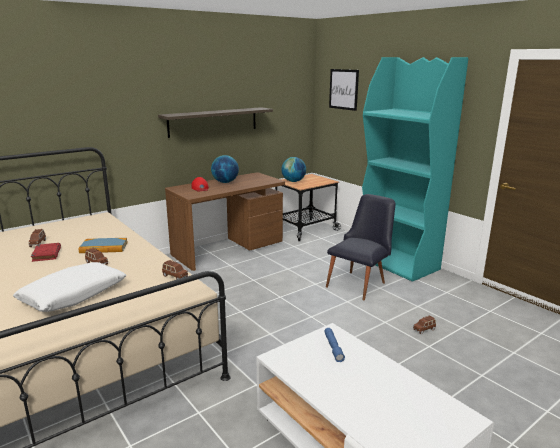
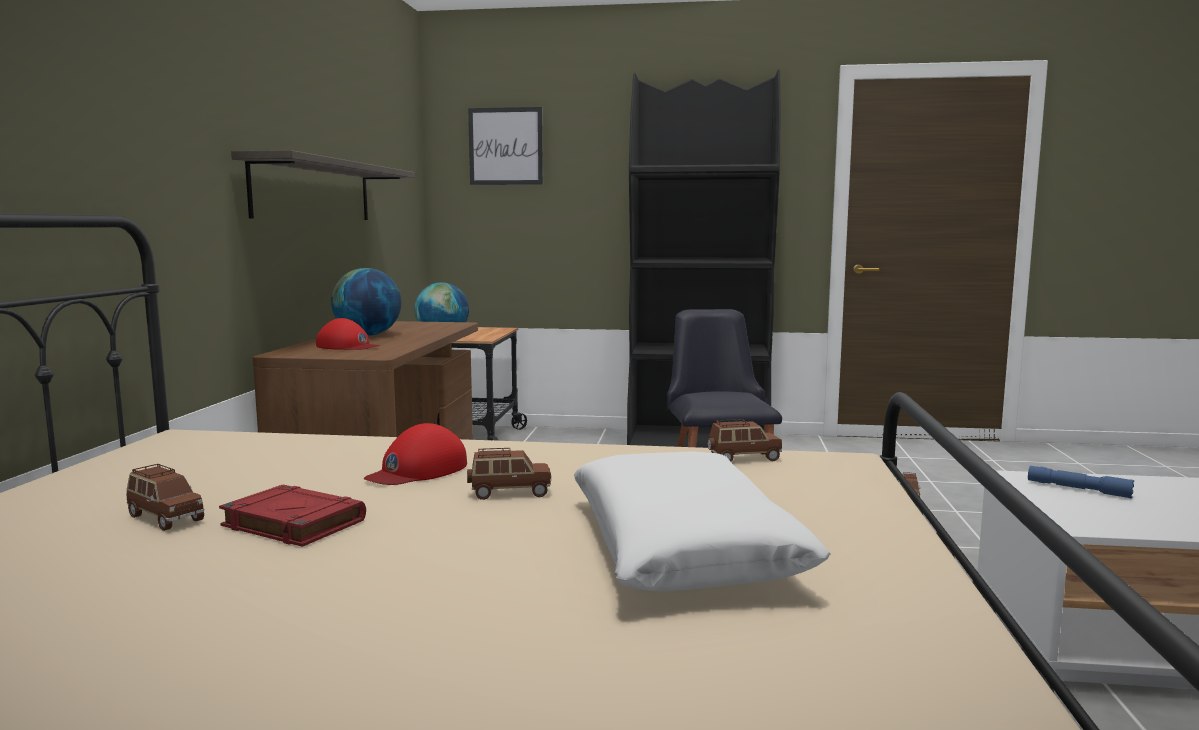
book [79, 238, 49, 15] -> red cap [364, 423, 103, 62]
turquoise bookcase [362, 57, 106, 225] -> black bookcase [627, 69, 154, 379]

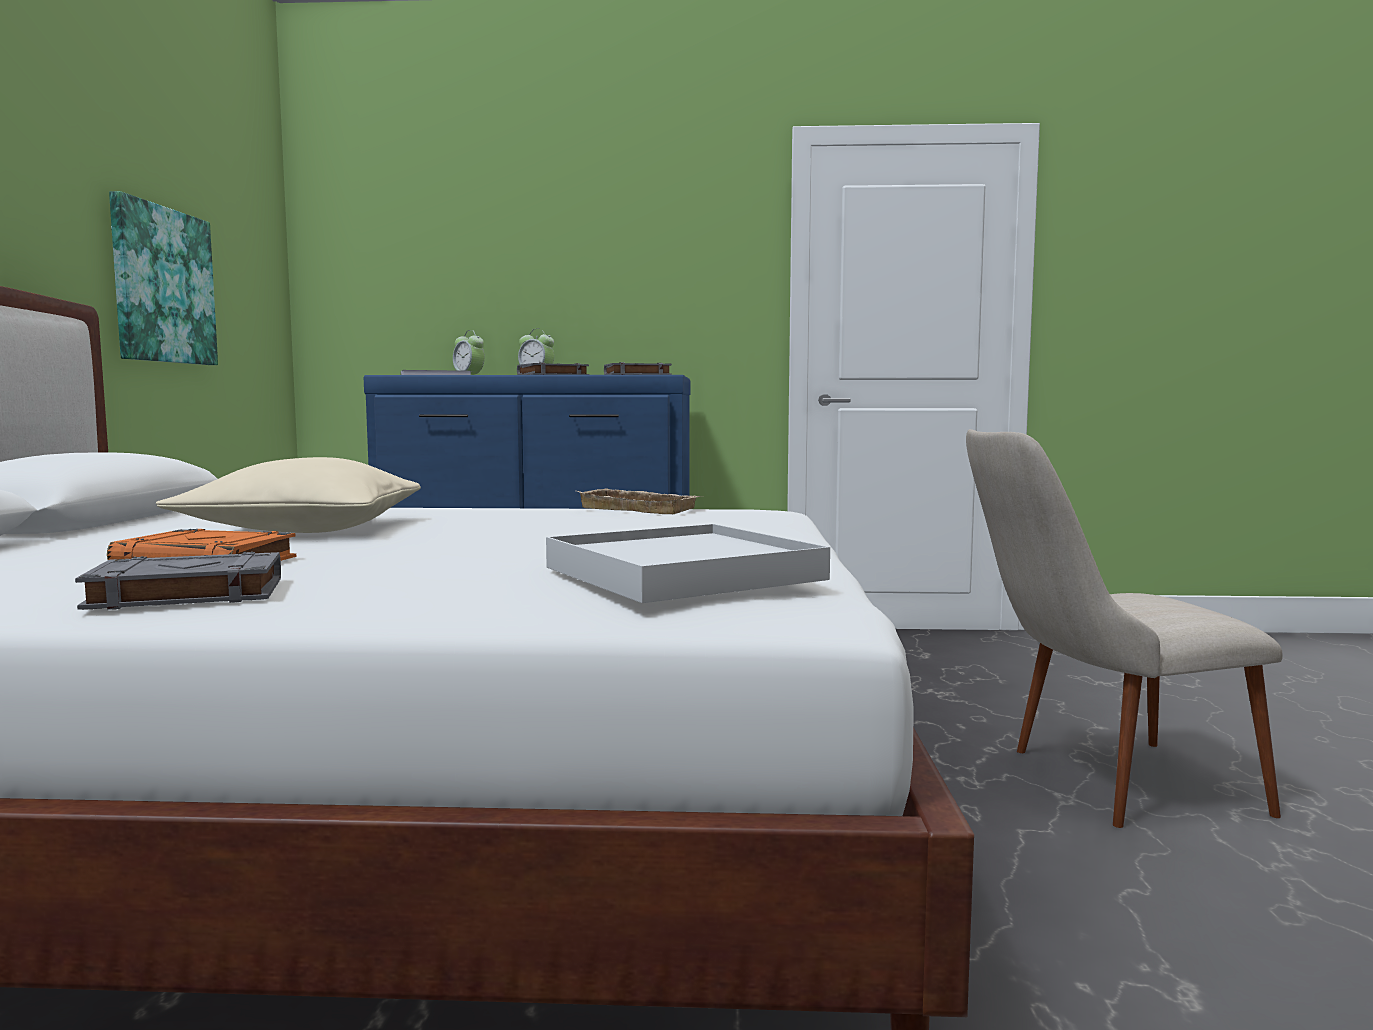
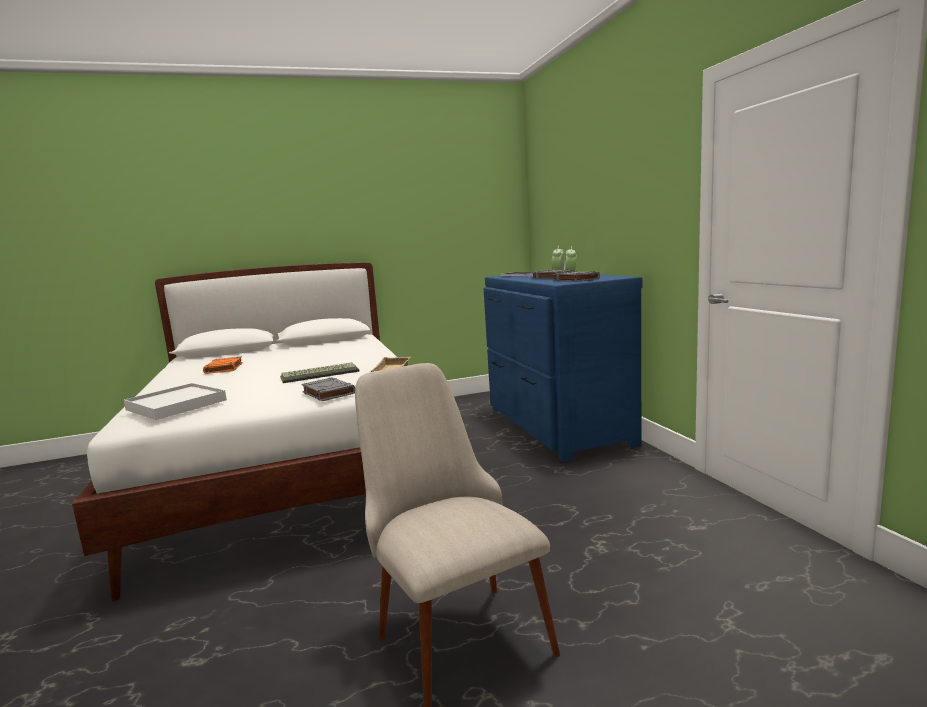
grey book [75, 552, 206, 58] -> grey book [302, 377, 53, 24], move
picture [109, 191, 109, 174] -> none
beige pillow [156, 457, 265, 76] -> none
none -> keyboard [280, 362, 80, 21]

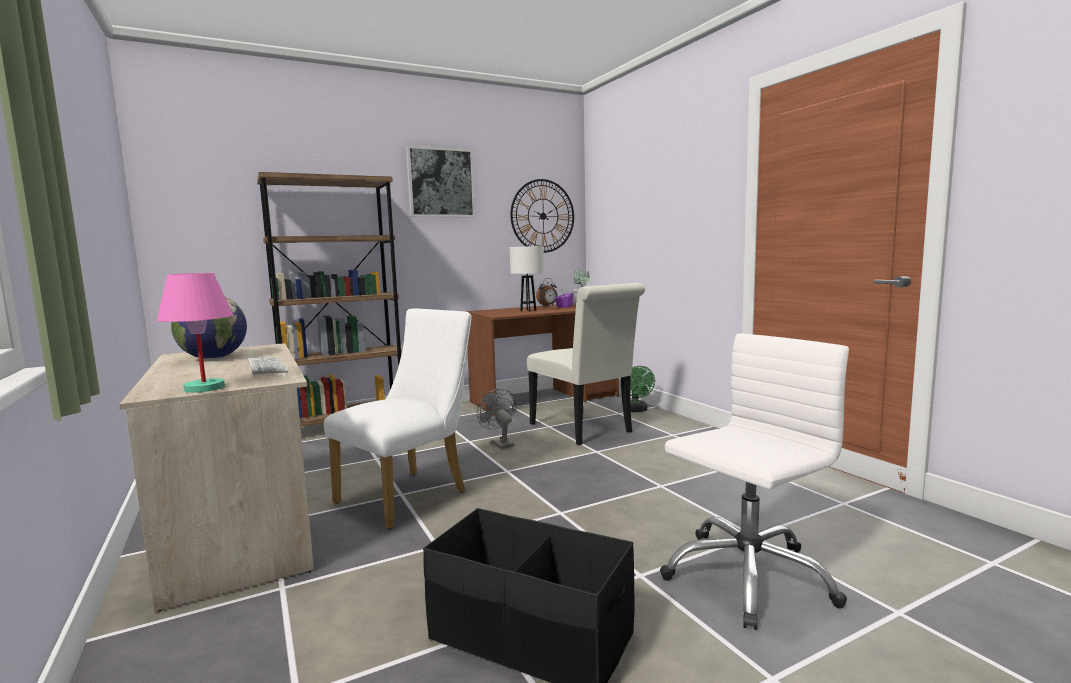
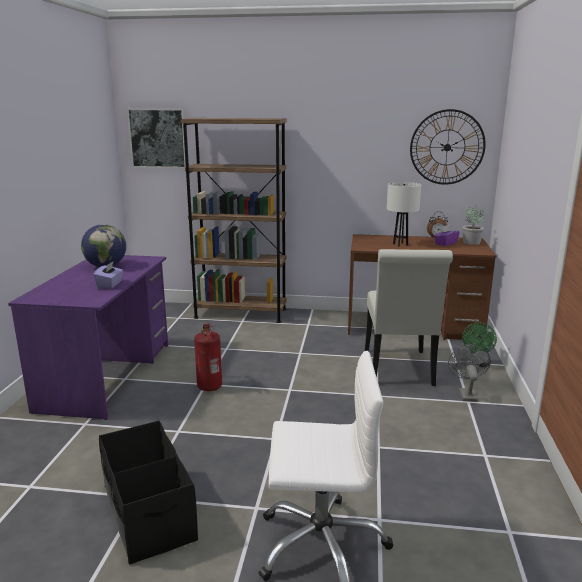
beige desk [119, 343, 195, 268] -> purple desk [8, 255, 160, 165]
pink table lamp [157, 273, 76, 120] -> none
keyboard [248, 357, 40, 18] -> purple tissue box [93, 261, 30, 28]
white chair [324, 308, 148, 221] -> fire extinguisher [194, 323, 28, 68]
picture [406, 145, 70, 72] -> picture [126, 108, 60, 61], move
grey fan [477, 389, 39, 60] -> grey fan [448, 345, 43, 57], move

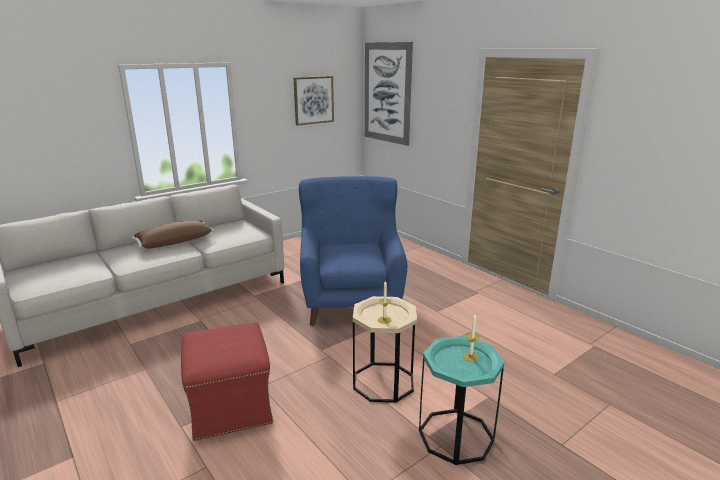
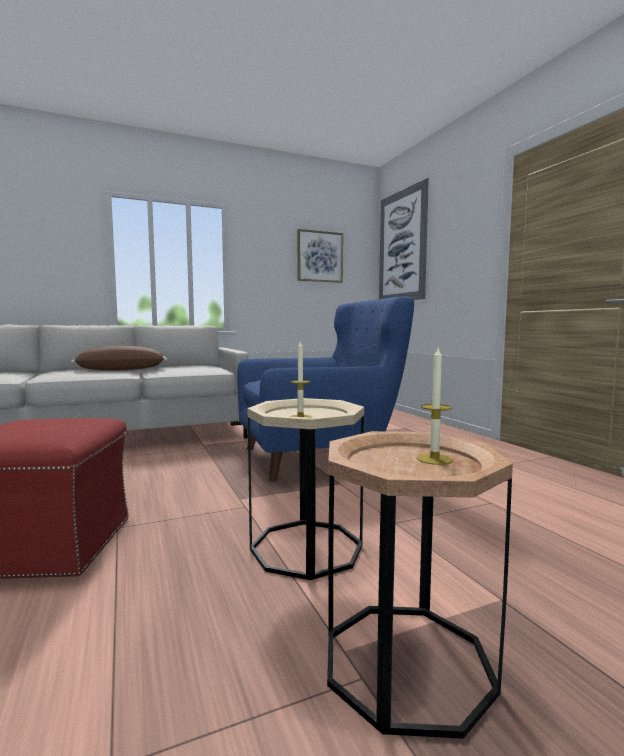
blue armchair [299, 176, 108, 150] -> blue armchair [237, 296, 177, 185], 60 degrees clockwise
turquoise side table [419, 336, 85, 129] -> brown side table [327, 431, 186, 308]

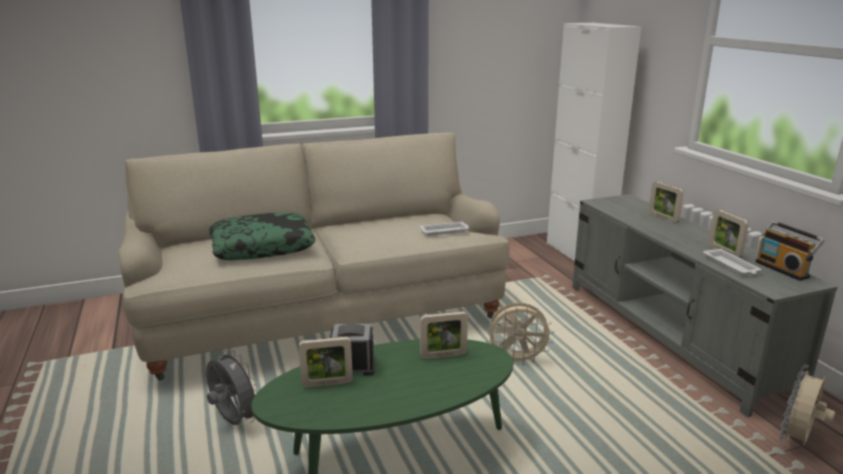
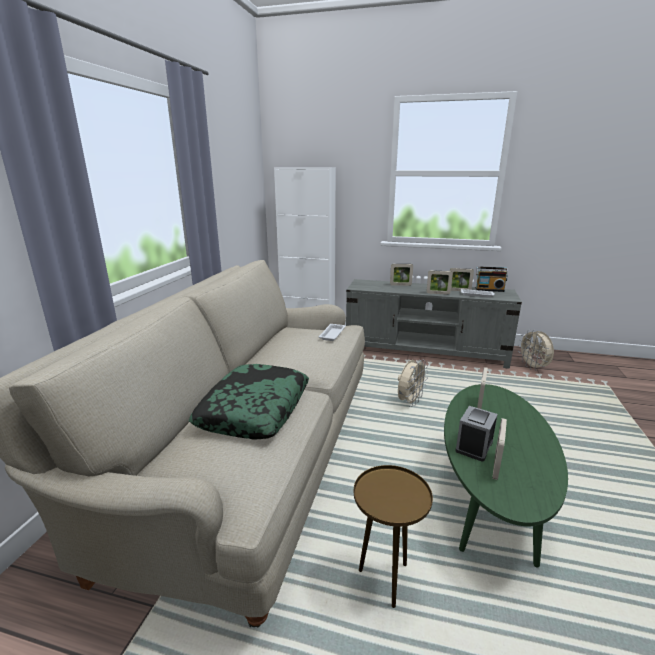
grey fan [206, 349, 52, 76] -> brown side table [354, 465, 79, 143]
none -> picture frame [427, 270, 25, 25]

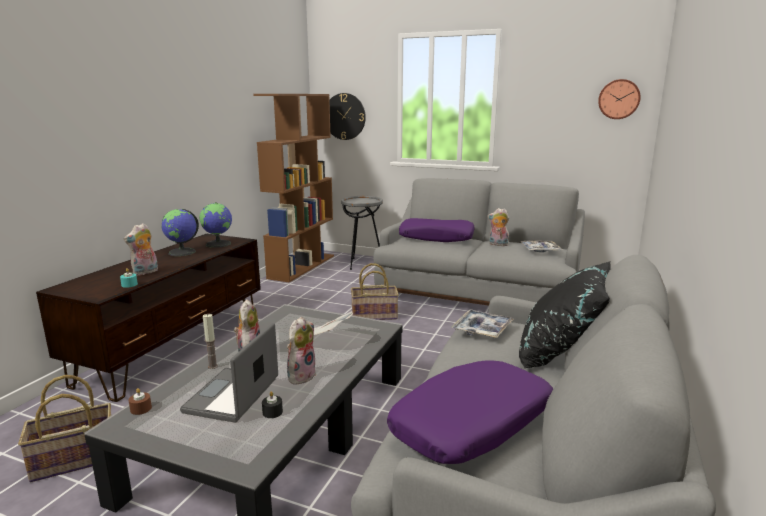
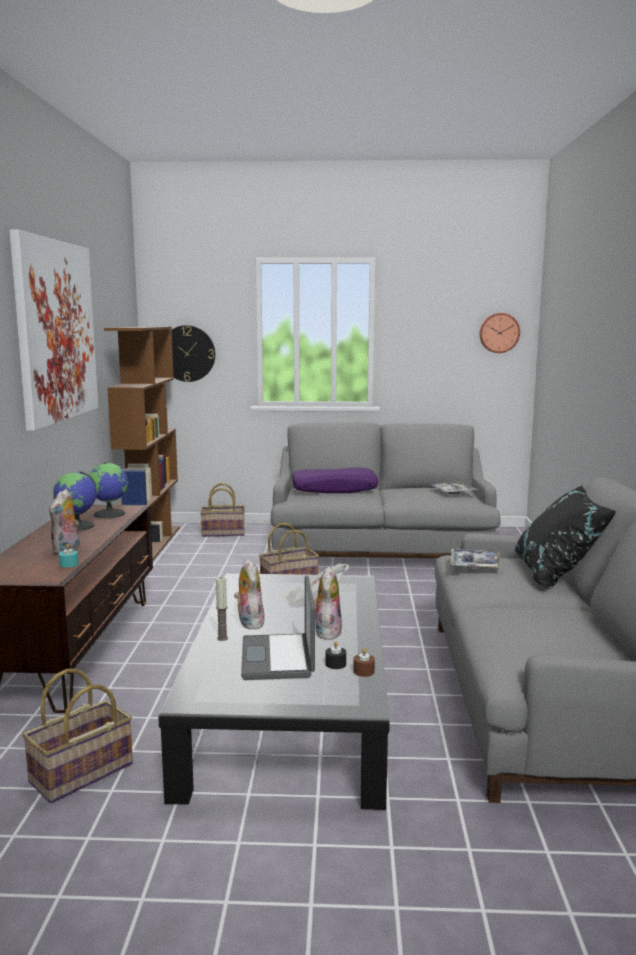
brown candle [129, 388, 23, 27] -> brown candle [353, 648, 22, 29], move
grey side table [341, 196, 42, 74] -> basket [200, 483, 45, 54]
purple pillow [387, 361, 166, 103] -> none
plush toy [488, 208, 21, 38] -> none
none -> picture [9, 230, 90, 201]

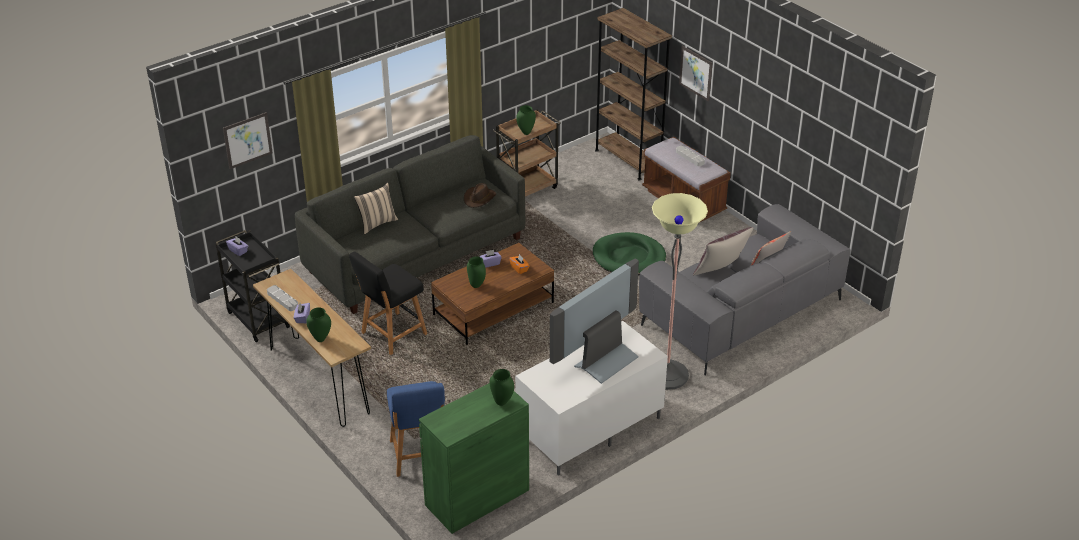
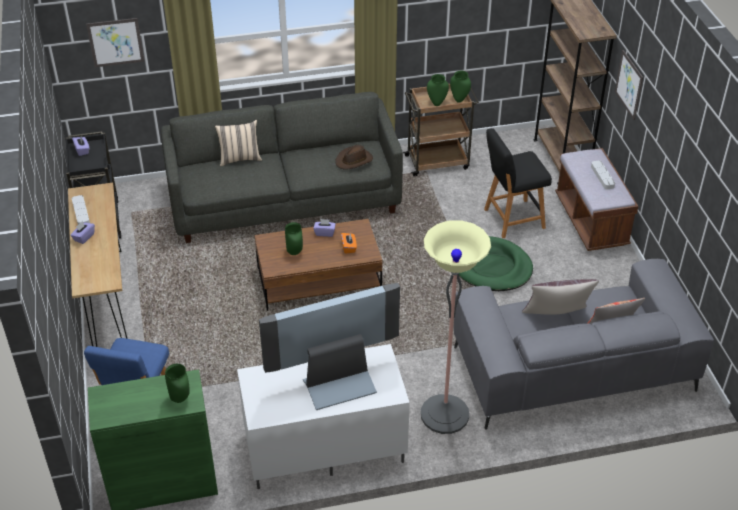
green vase [306, 308, 25, 34] -> green vase [450, 71, 21, 32], move
black stool [349, 252, 78, 103] -> black stool [484, 128, 68, 110], move

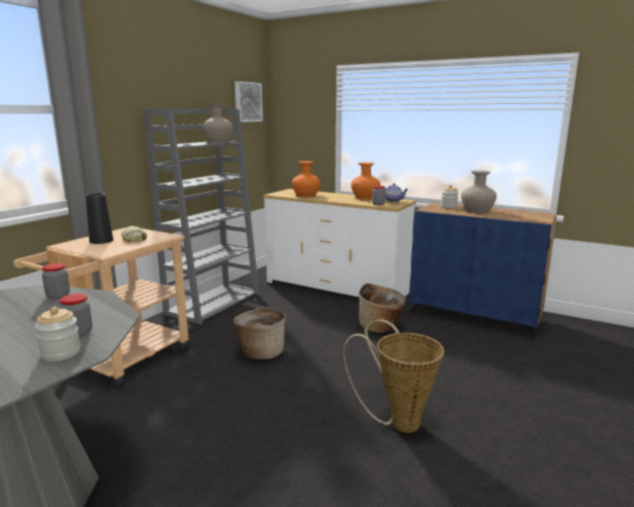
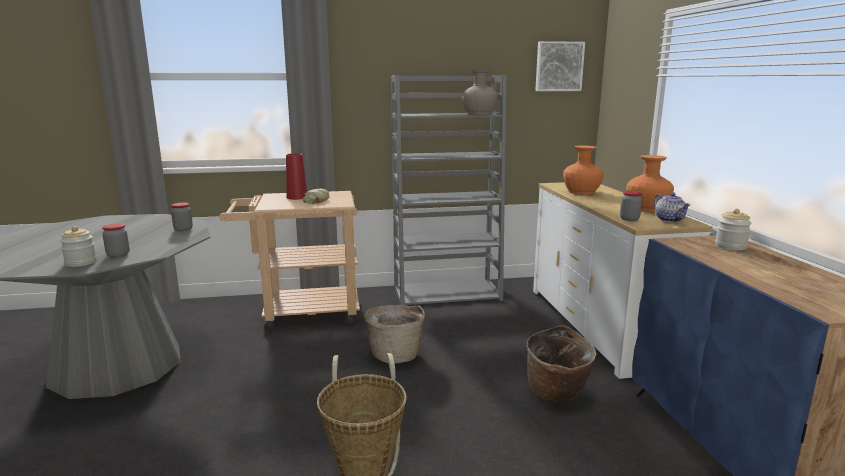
black vase [86, 193, 27, 51] -> red vase [286, 153, 21, 47]
beige vase [461, 170, 36, 43] -> none

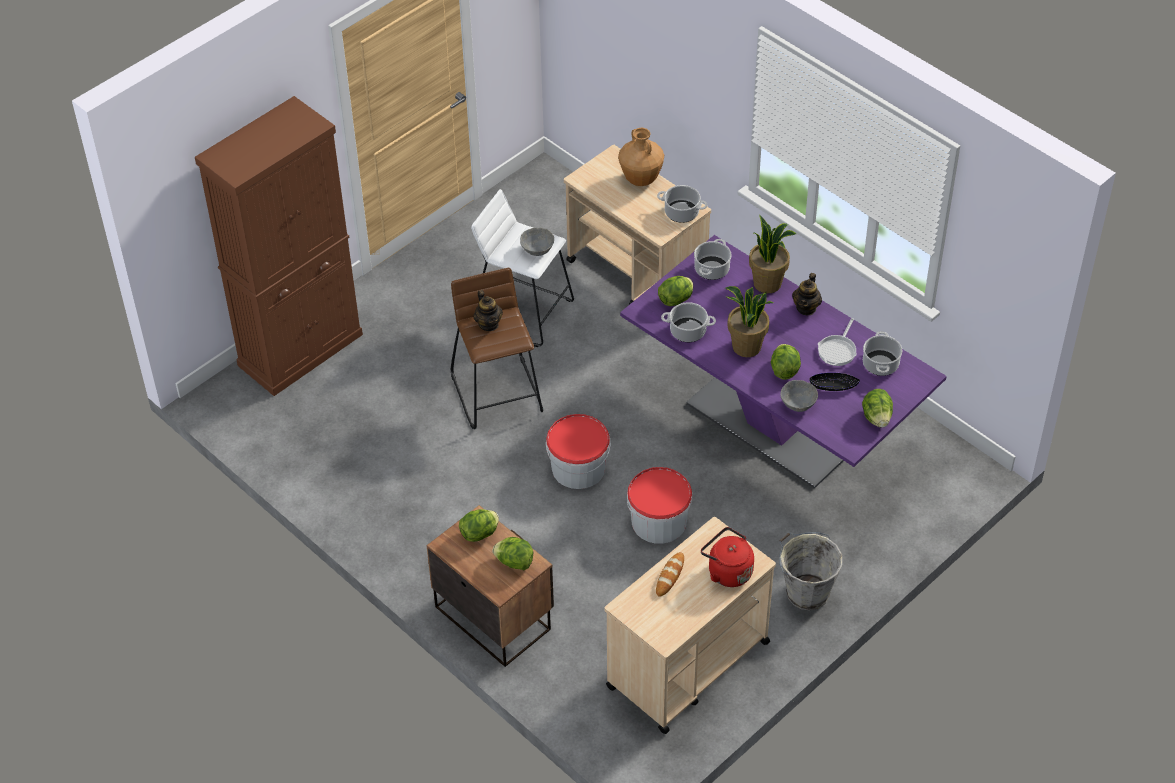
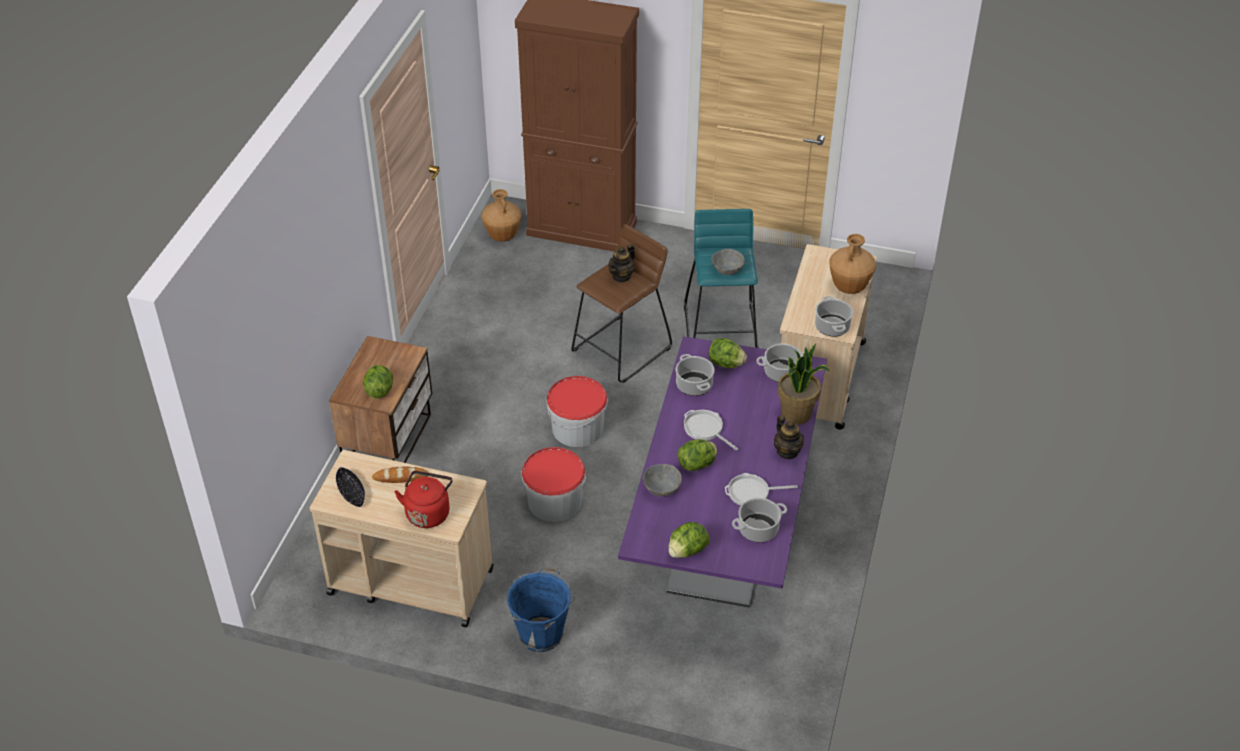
lettuce [459, 509, 40, 33] -> none
white stool [471, 189, 103, 158] -> turquoise stool [684, 209, 74, 139]
potted plant [725, 286, 49, 71] -> frying pan [684, 410, 54, 41]
grey bucket [779, 532, 64, 78] -> blue bucket [507, 567, 68, 85]
teapot [792, 273, 30, 43] -> teapot [774, 415, 30, 44], 105 degrees counterclockwise
black bowl [809, 373, 51, 18] -> black bowl [336, 467, 29, 40], move
none -> brown vase [481, 189, 40, 53]

